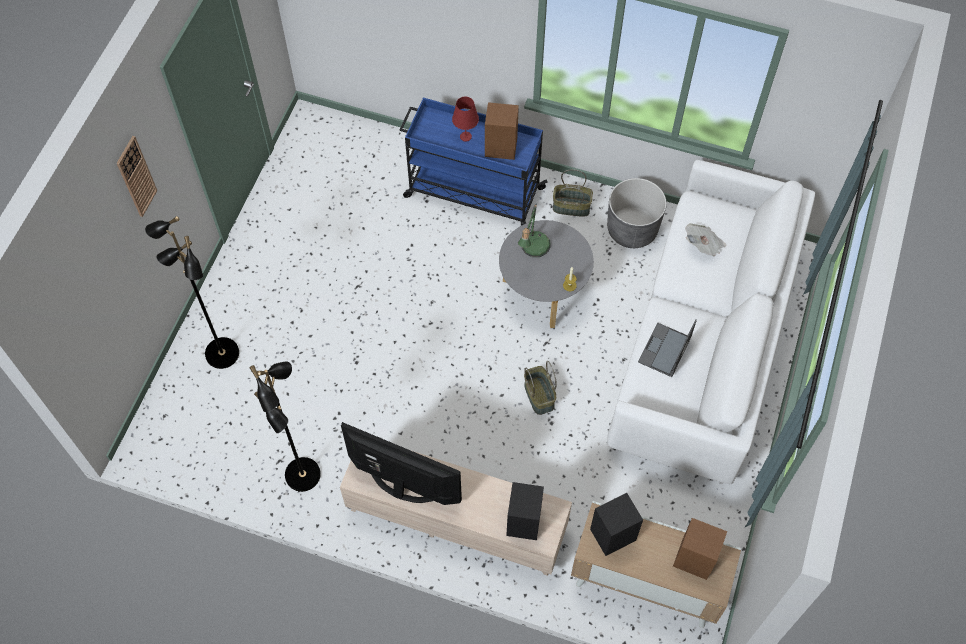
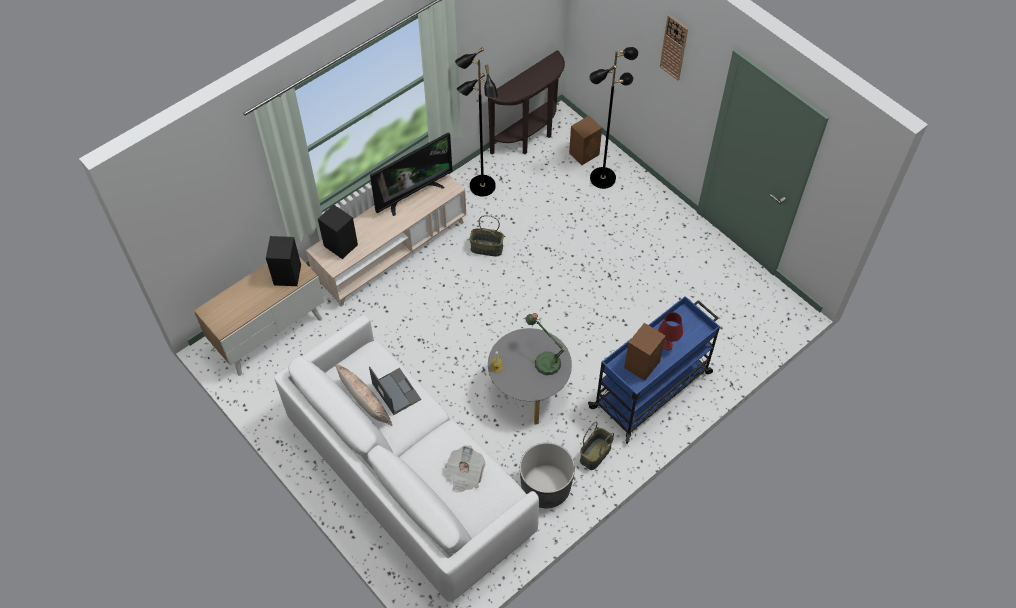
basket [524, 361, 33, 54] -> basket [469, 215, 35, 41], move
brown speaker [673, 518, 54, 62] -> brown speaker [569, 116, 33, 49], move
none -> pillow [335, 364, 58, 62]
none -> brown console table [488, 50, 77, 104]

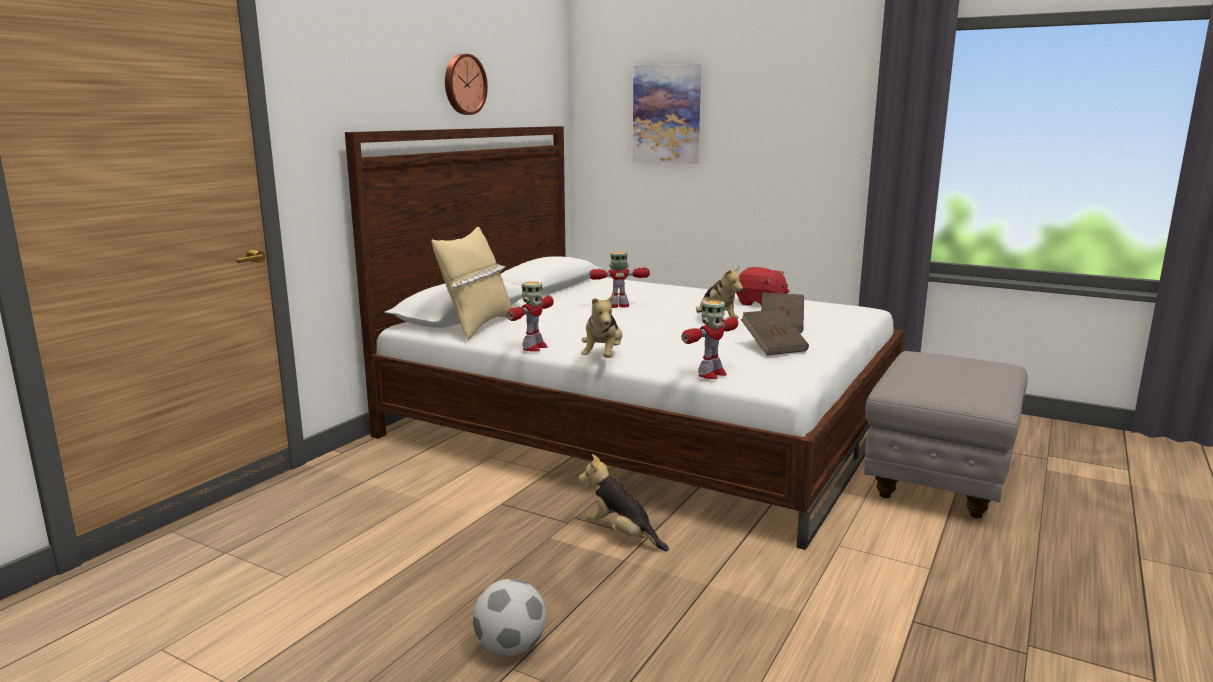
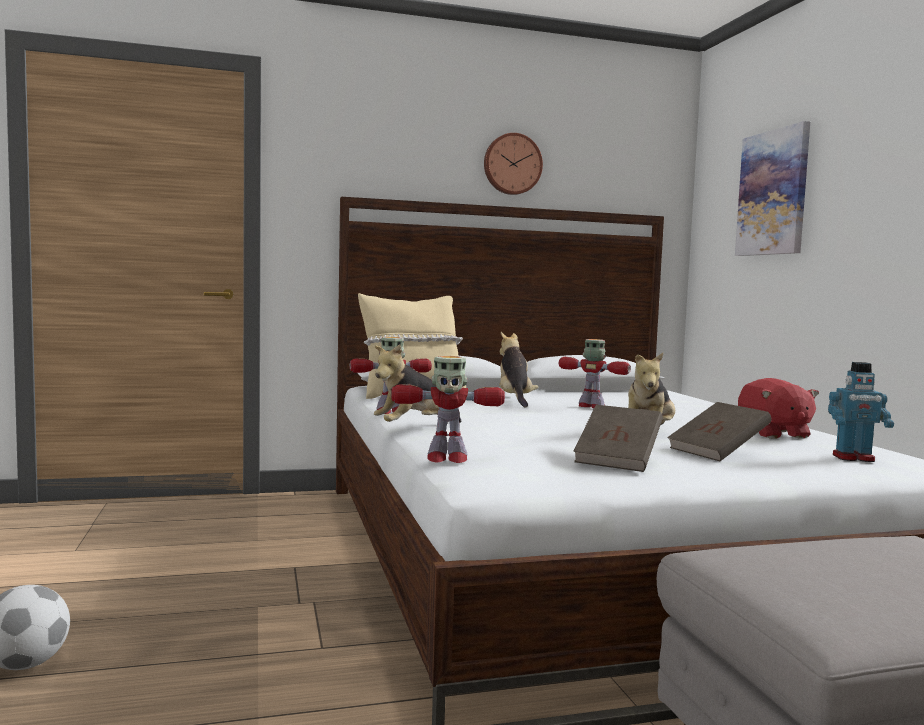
plush toy [579, 454, 90, 97] -> plush toy [499, 332, 39, 76], move
none -> toy robot [828, 362, 66, 100]

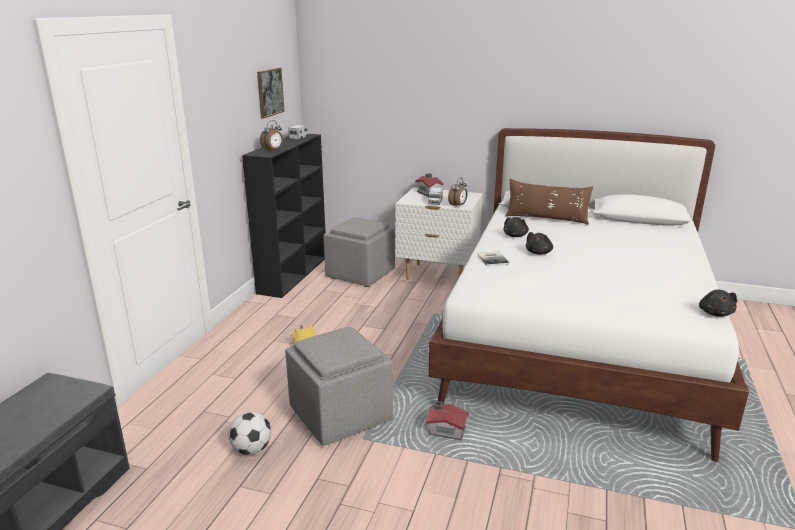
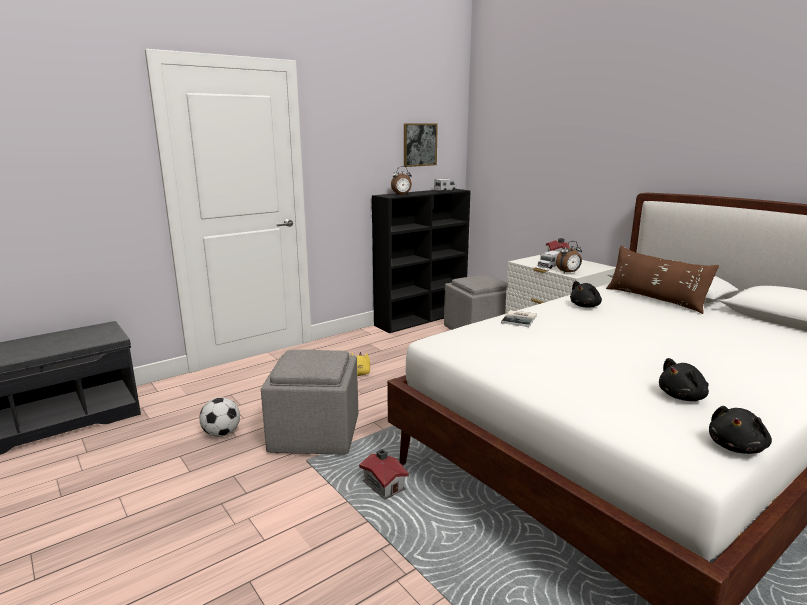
black plush toy [526, 232, 27, 22] -> black plush toy [659, 358, 50, 43], move

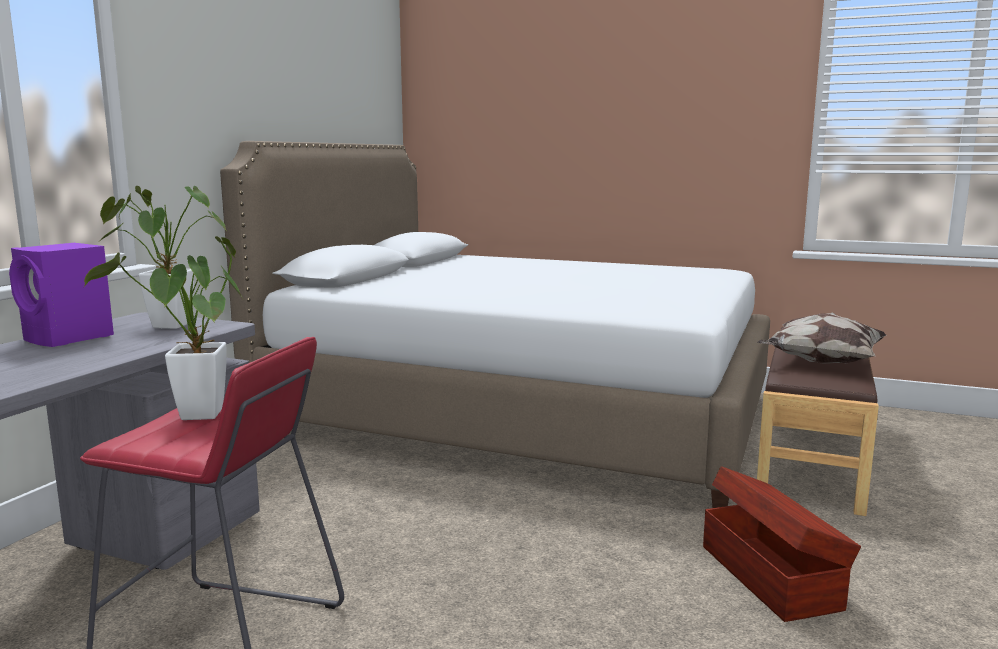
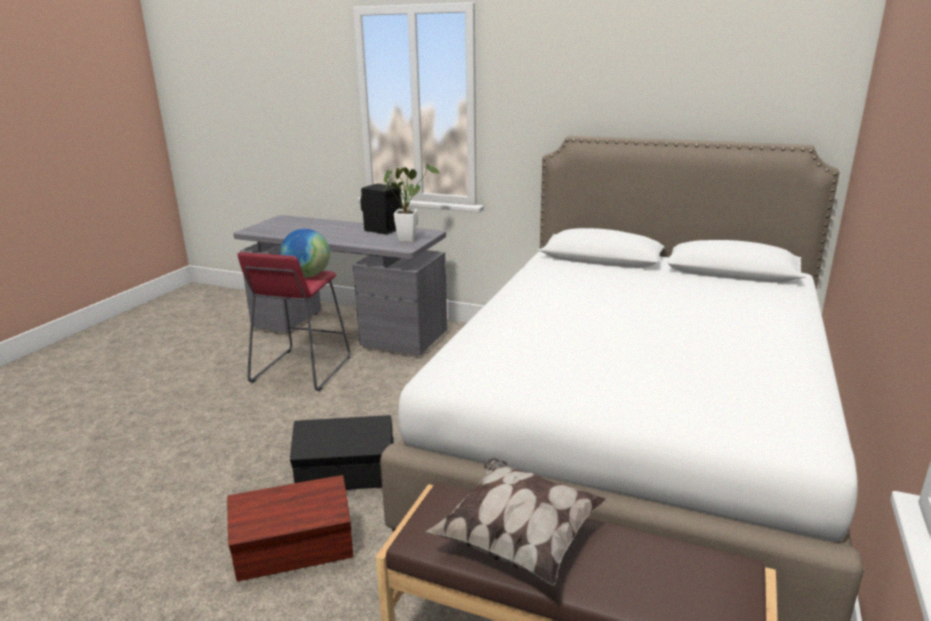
purple speaker [9, 243, 105, 104] -> black speaker [360, 184, 42, 51]
potted plant [84, 236, 160, 184] -> globe [280, 229, 50, 48]
none -> black storage box [290, 415, 104, 75]

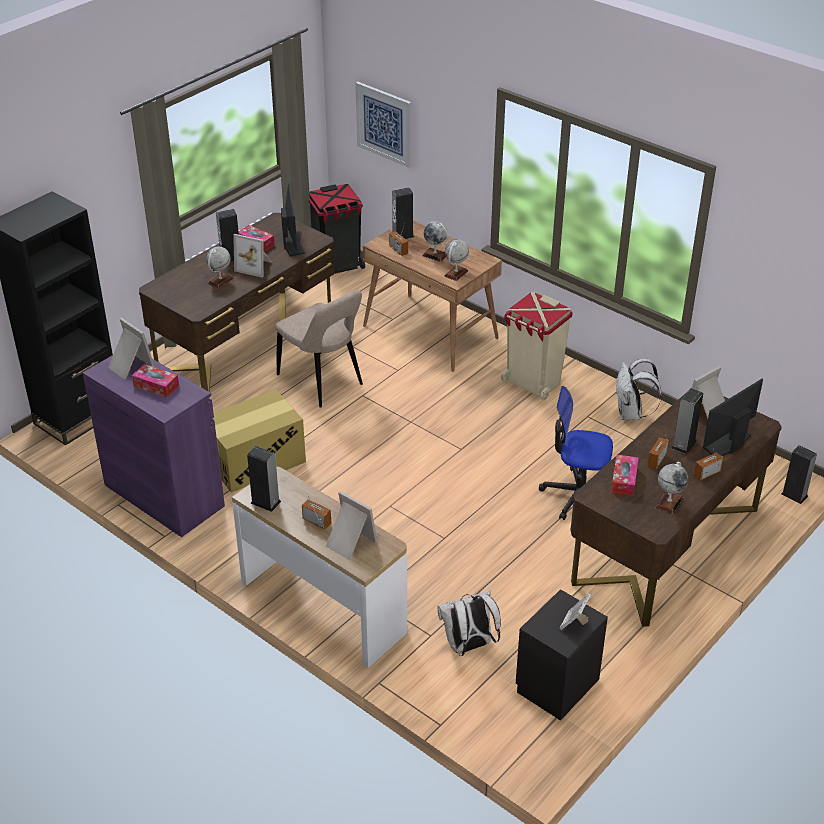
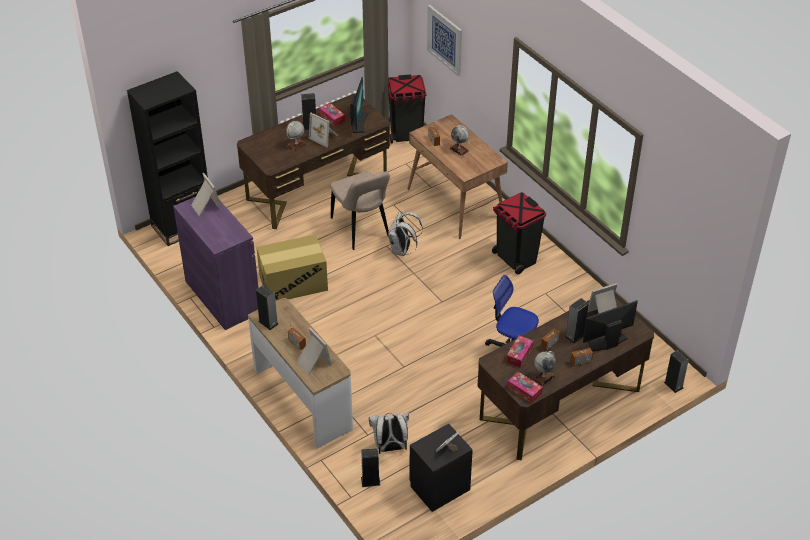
tissue box [132, 364, 47, 33] -> tissue box [507, 372, 36, 31], move
speaker [392, 187, 22, 52] -> speaker [361, 448, 19, 39], move
globe [444, 239, 25, 42] -> none
beige trash can [501, 292, 72, 108] -> black trash can [492, 192, 54, 83]
white backpack [616, 358, 46, 62] -> white backpack [388, 212, 35, 44], move

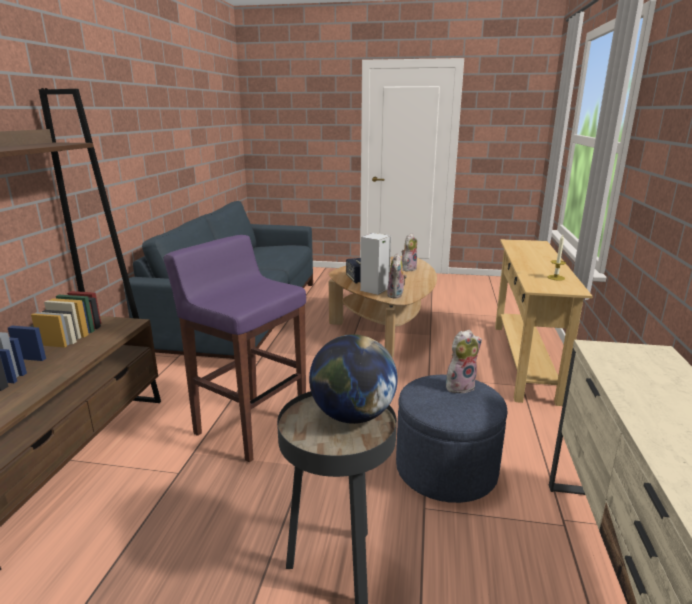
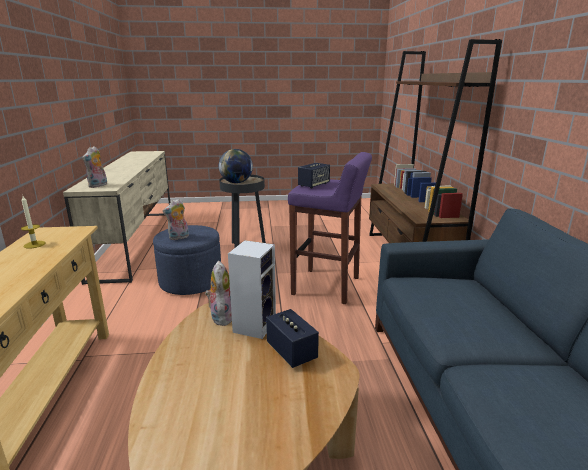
plush toy [401, 233, 16, 39] -> plush toy [82, 146, 25, 42], move
none -> speaker [298, 163, 32, 25]

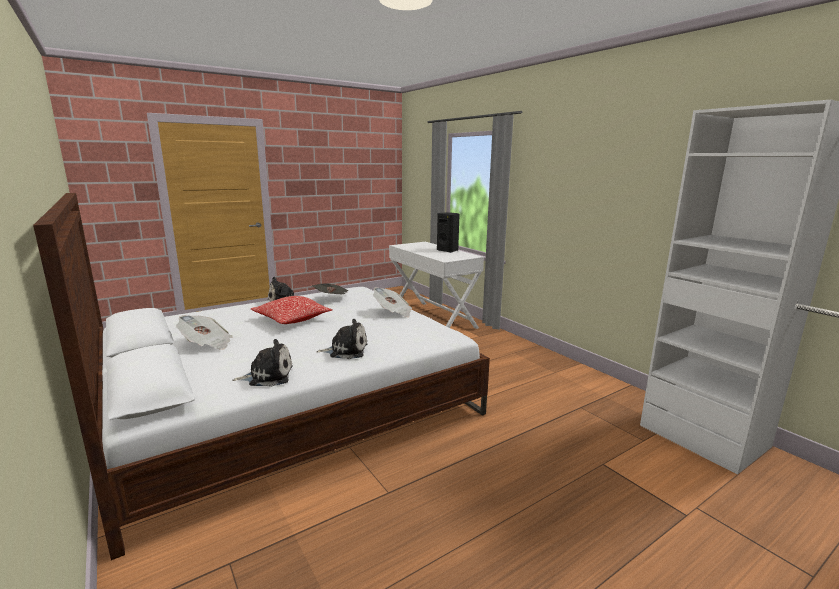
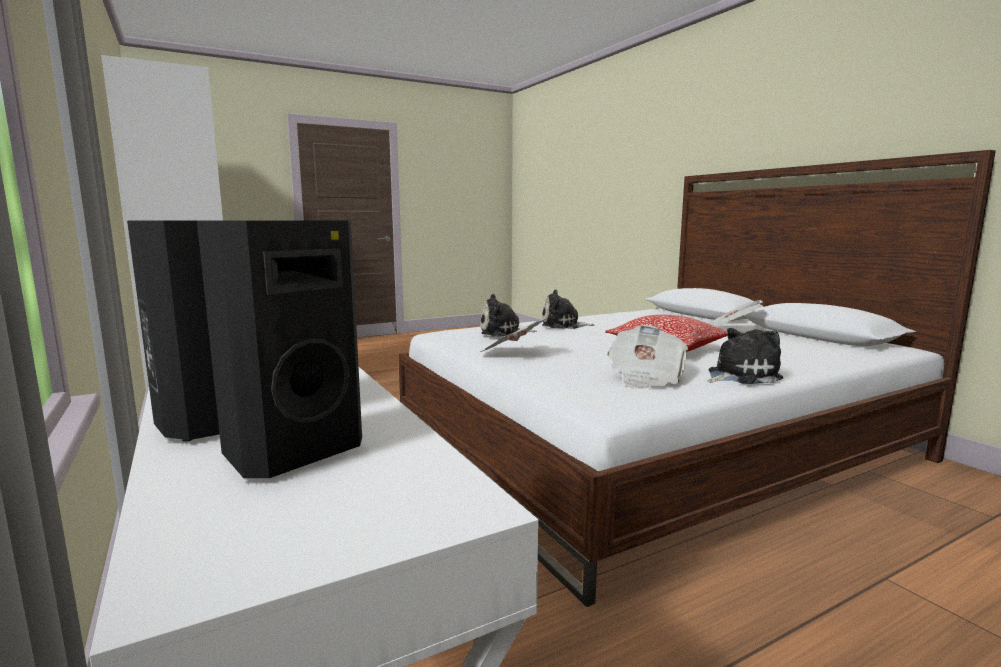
plush toy [232, 339, 61, 48] -> plush toy [480, 294, 56, 42], move
none -> black speaker [197, 221, 165, 257]

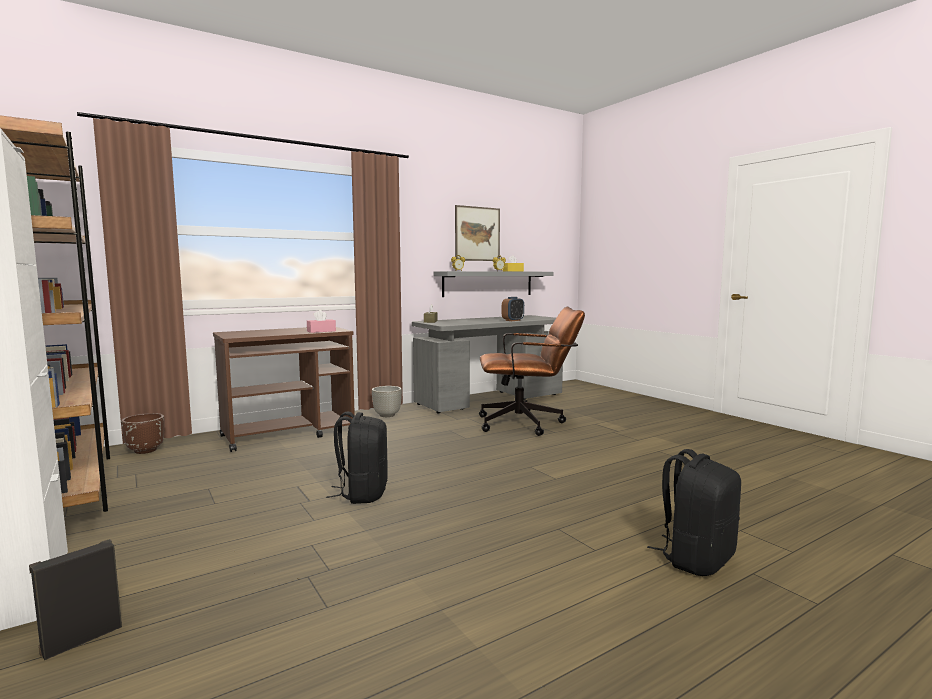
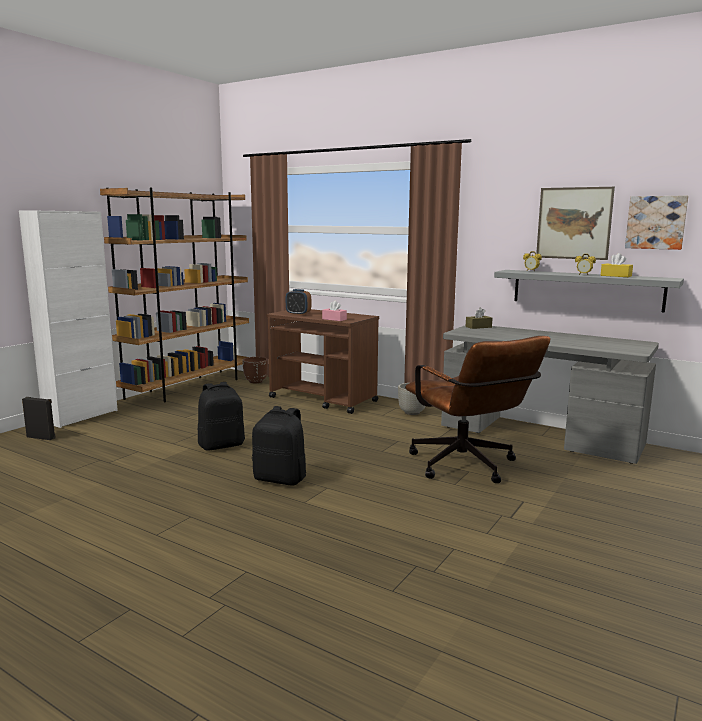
alarm clock [502, 297, 22, 24] -> alarm clock [286, 289, 25, 26], move
black backpack [647, 449, 94, 127] -> black backpack [252, 406, 54, 80], move
none -> picture [625, 196, 63, 54]

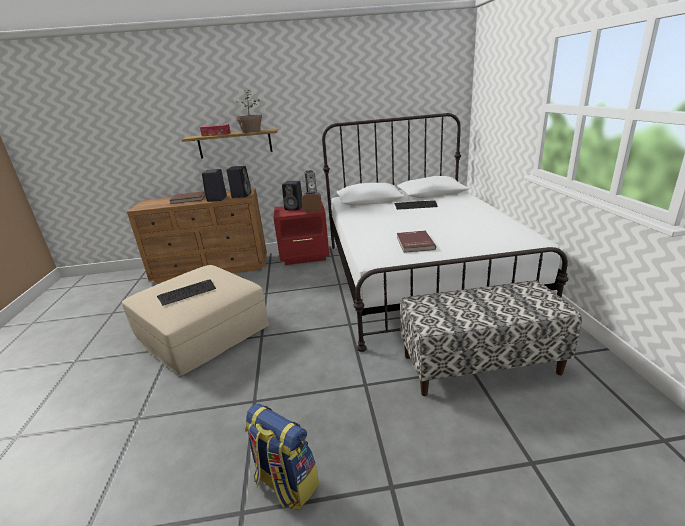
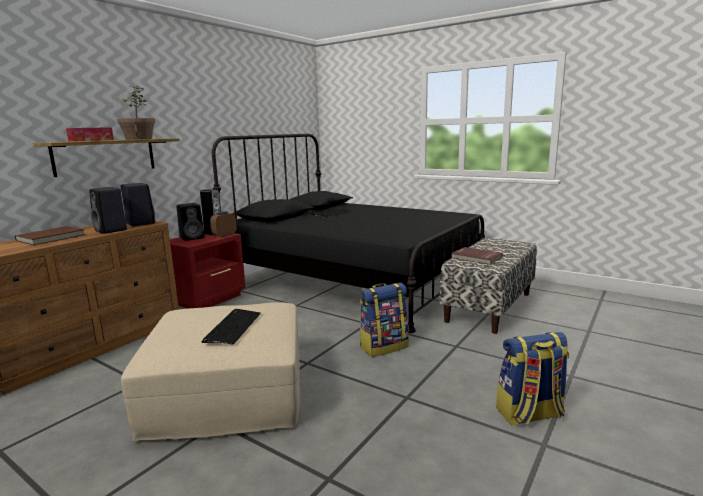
white bed [322, 113, 246, 239] -> black bed [212, 134, 273, 199]
red book [397, 231, 39, 22] -> red book [451, 247, 52, 18], move
none -> backpack [360, 283, 49, 74]

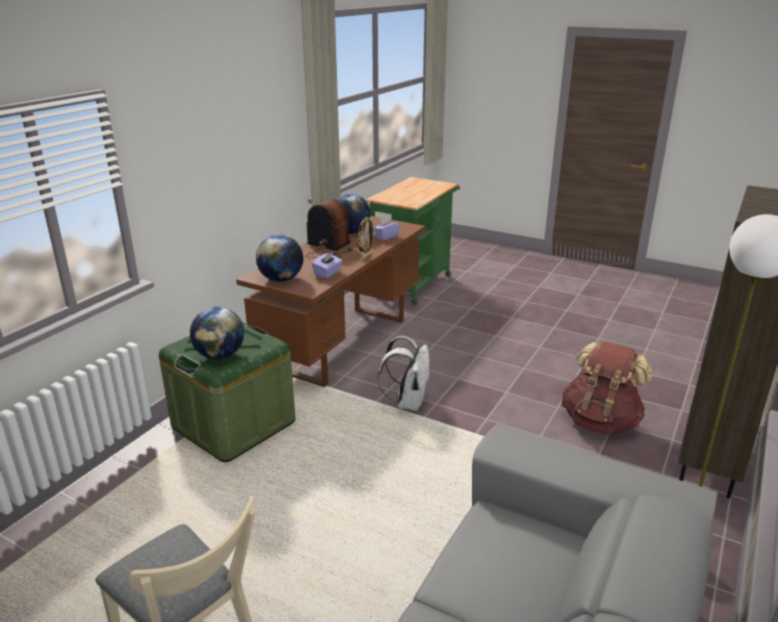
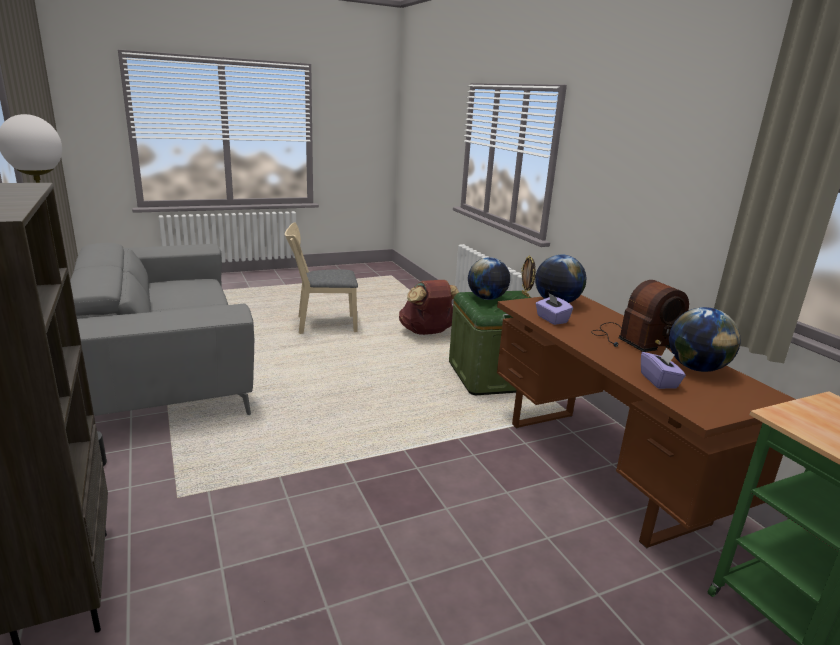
picture frame [357, 217, 18, 44] -> picture frame [521, 255, 15, 43], move
white backpack [377, 336, 53, 75] -> none
brown backpack [562, 341, 91, 94] -> brown backpack [399, 280, 61, 55], move

